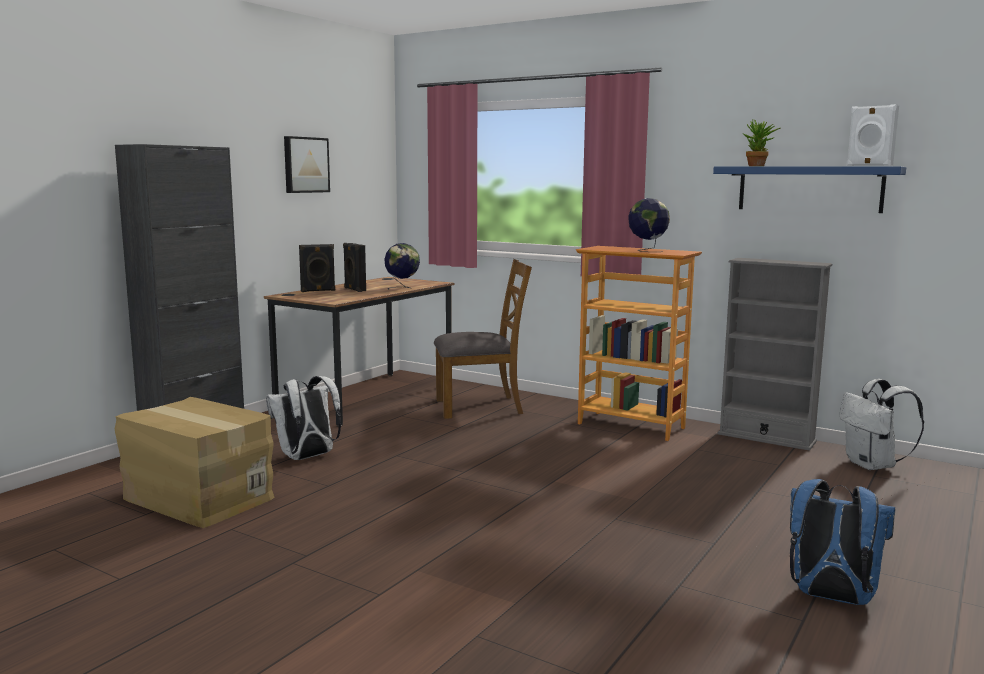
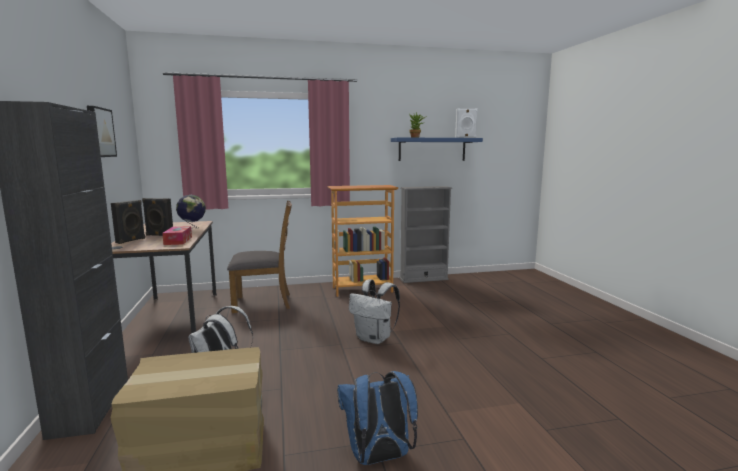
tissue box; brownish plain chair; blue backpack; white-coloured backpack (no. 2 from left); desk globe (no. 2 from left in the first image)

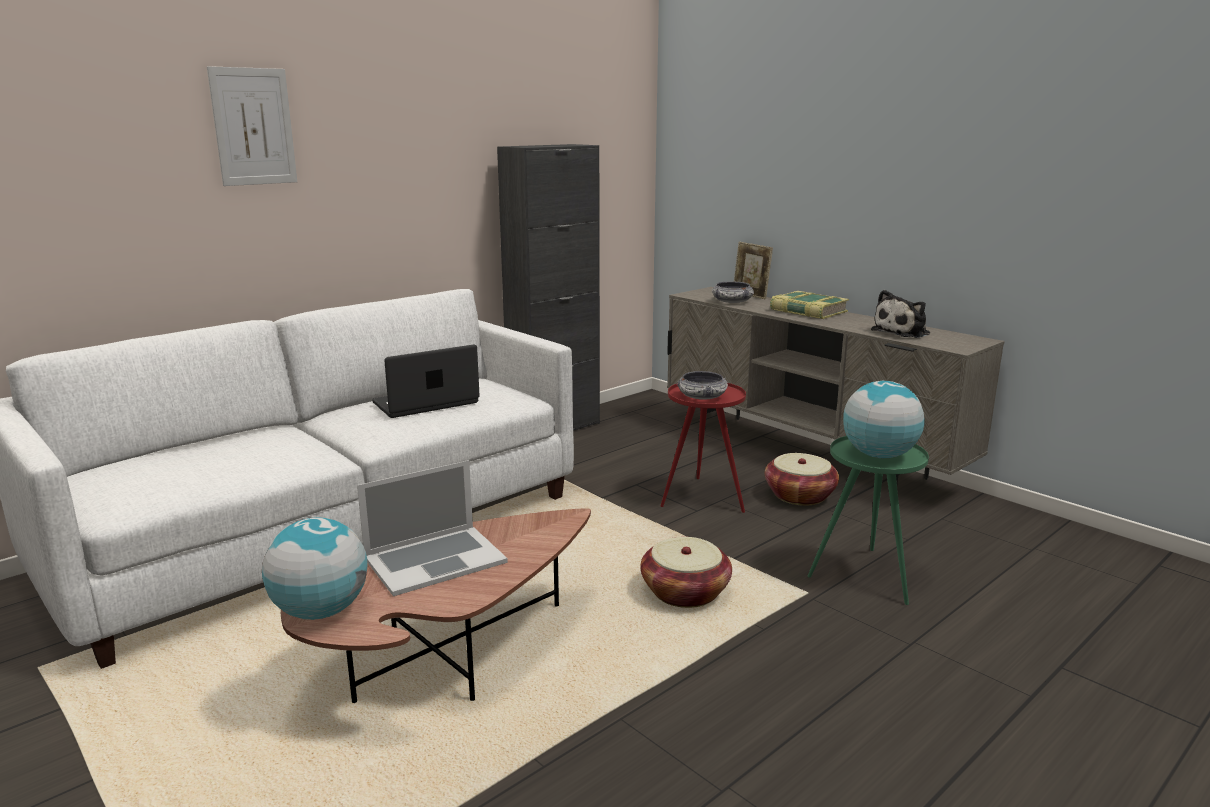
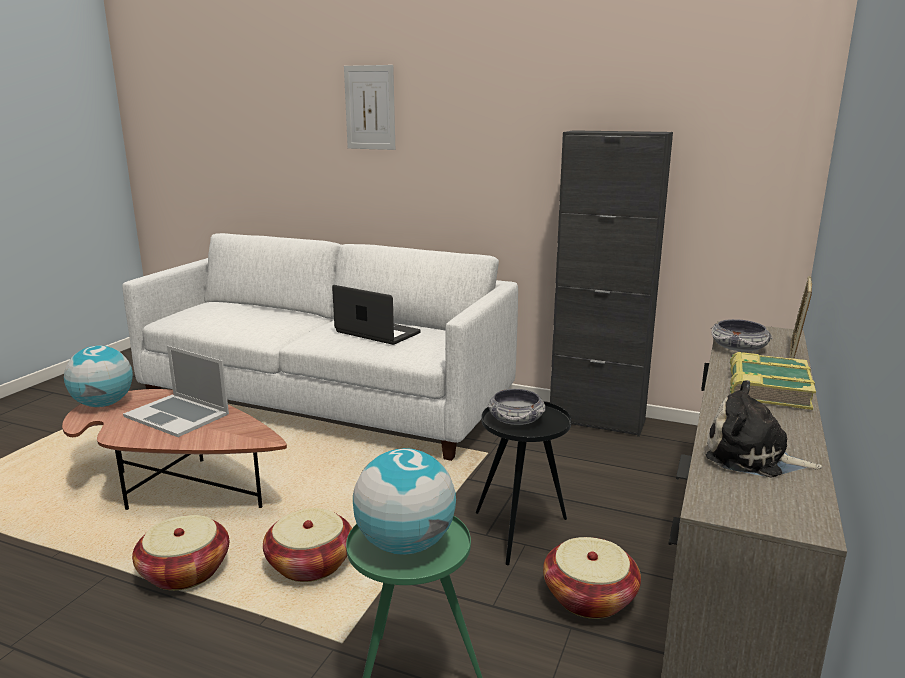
storage basket (no. 1 from left); black accent table

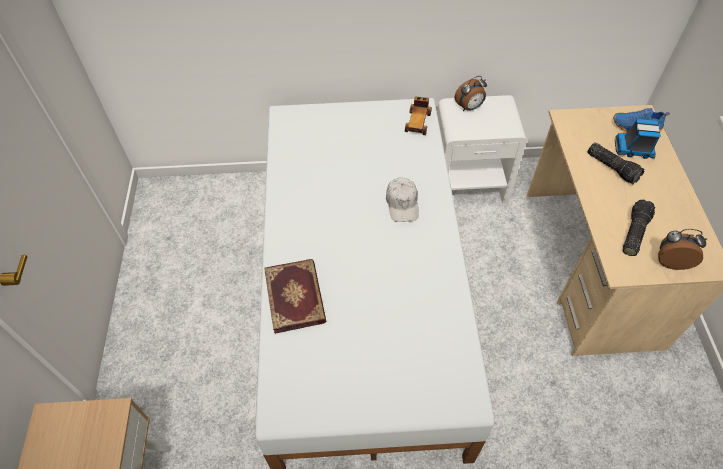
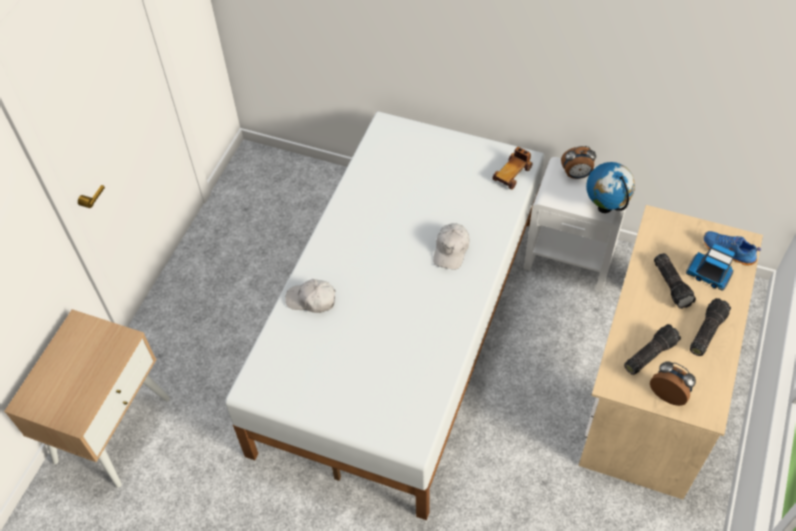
white-coloured baseball cap (no. 1 from left); desk globe; torch (no. 3 from left)

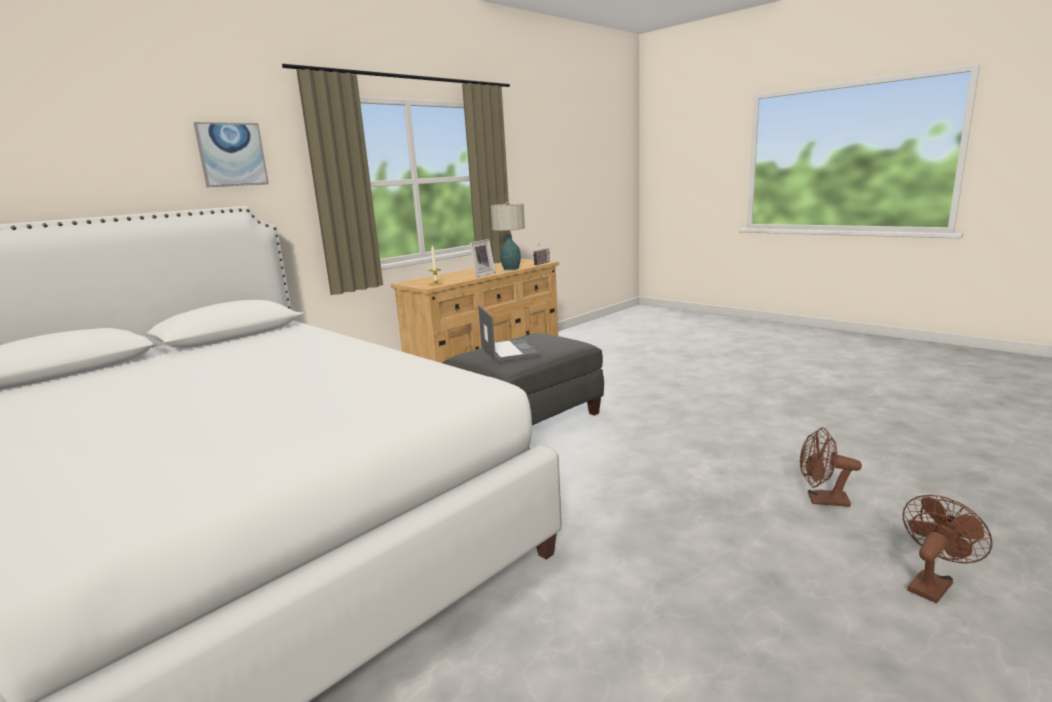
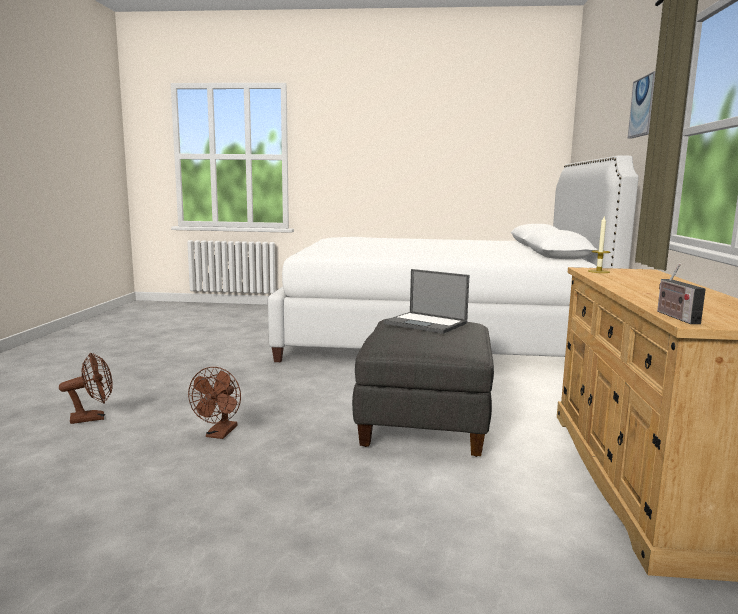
brownish cooling fan (no. 2 from left); picture frame; tabletop lamp

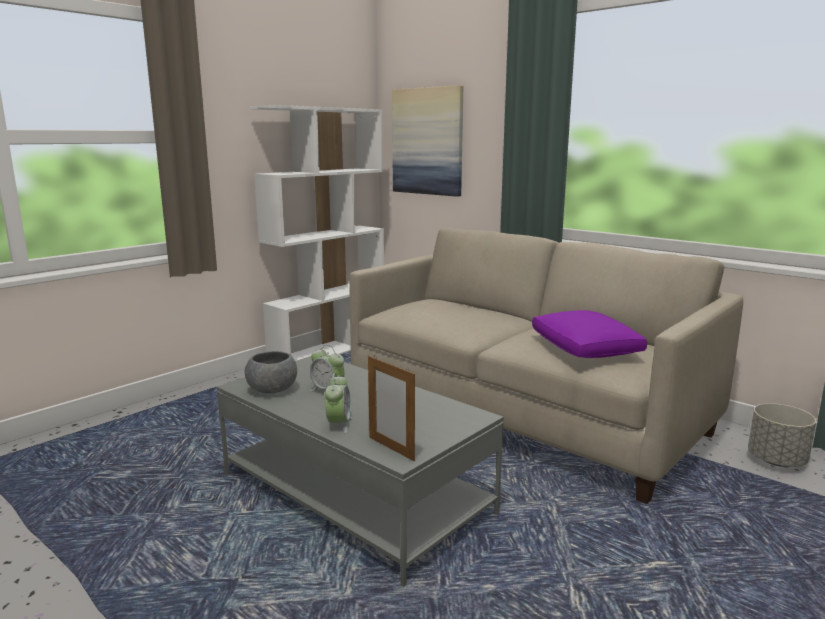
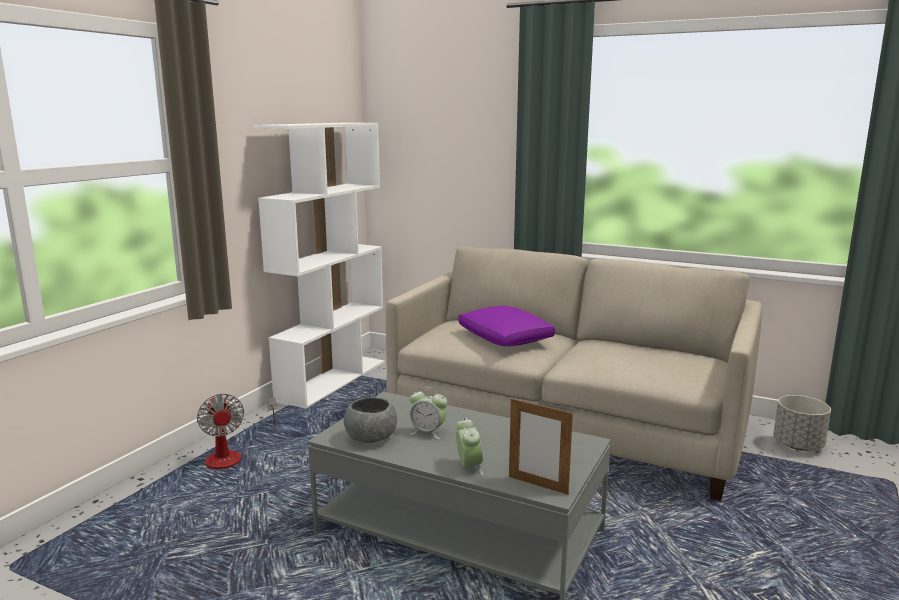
cooling fan; purple throw pillow; picture

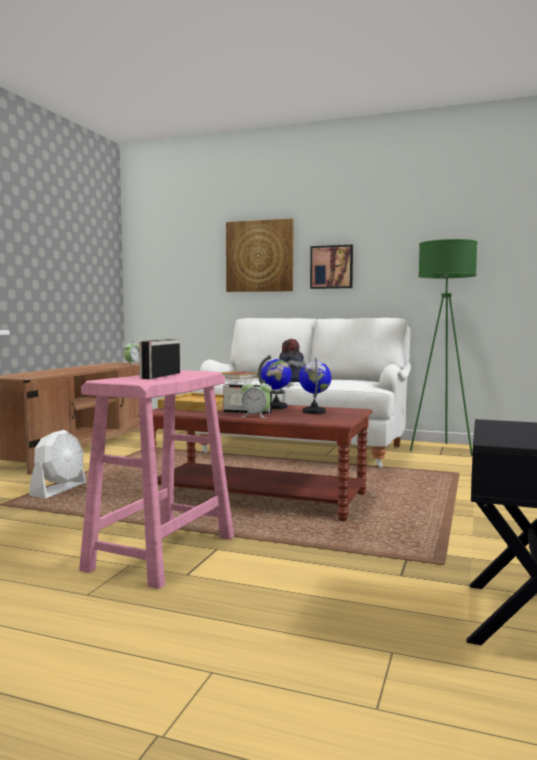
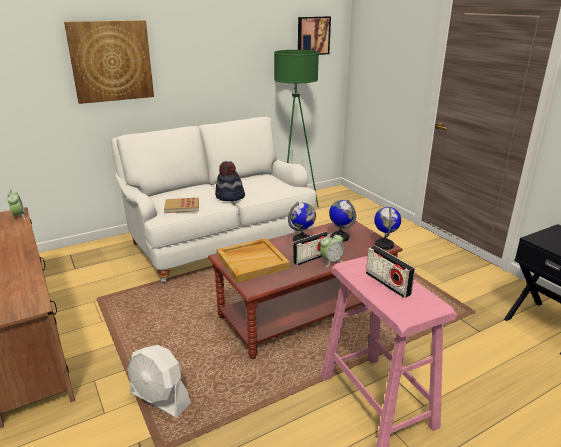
white-coloured cooling fan; picture (no. 2 from left); desk globe (no. 3 from left)

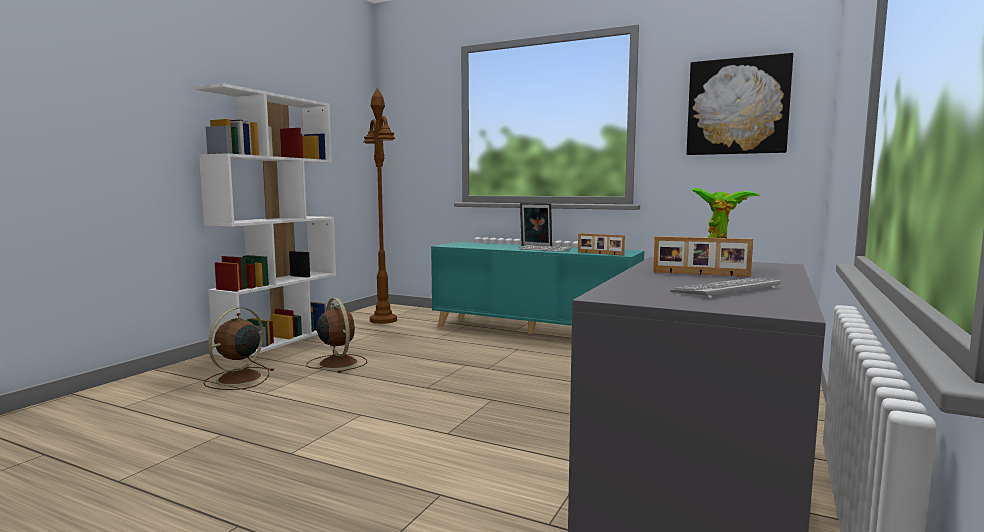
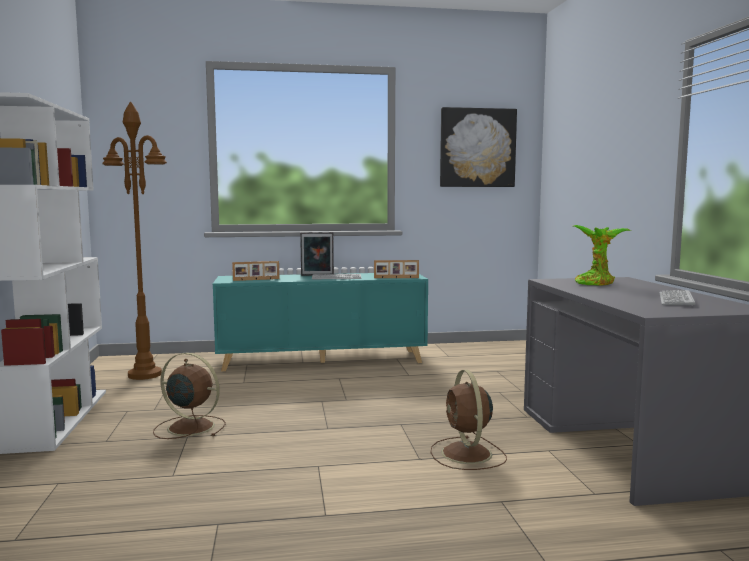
picture frame (no. 1 from left); brownish cooling fan (no. 2 from left)

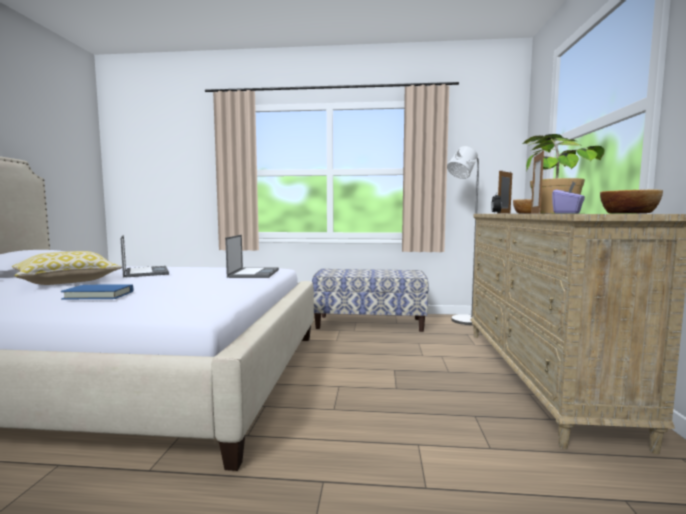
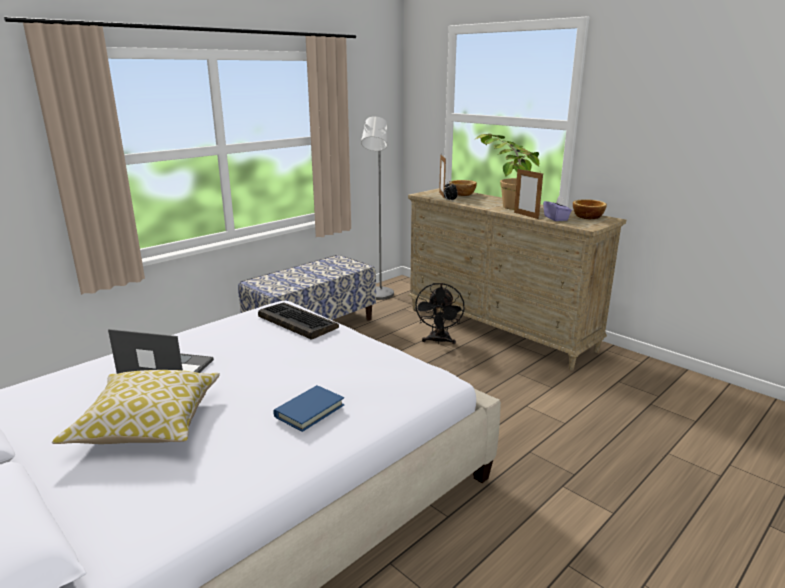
keyboard; black cooling fan

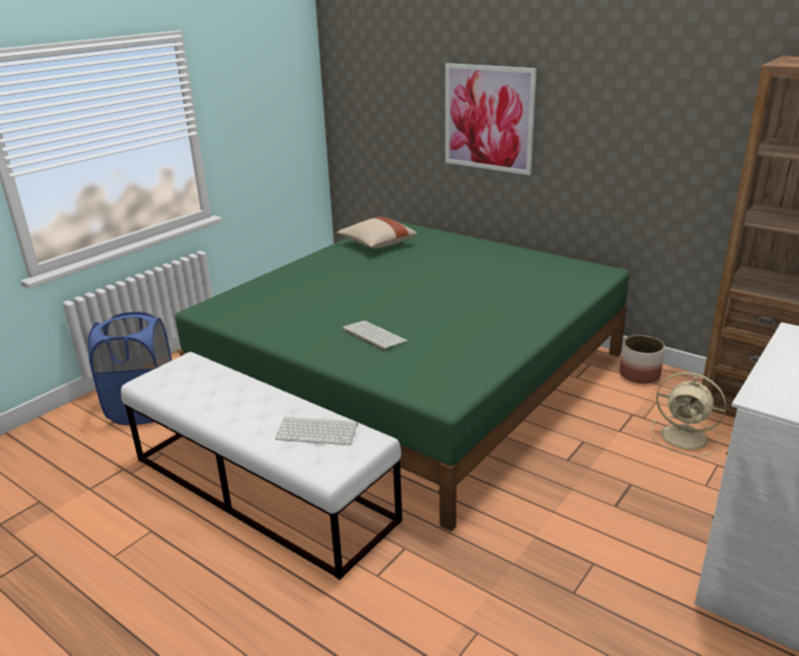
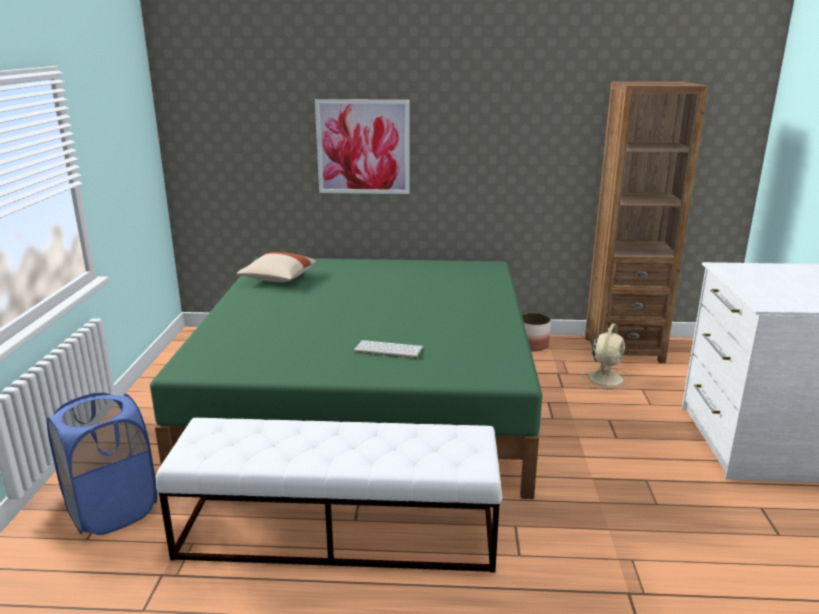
beige-coloured cooling fan; keyboard (no. 1 from left in the first image)

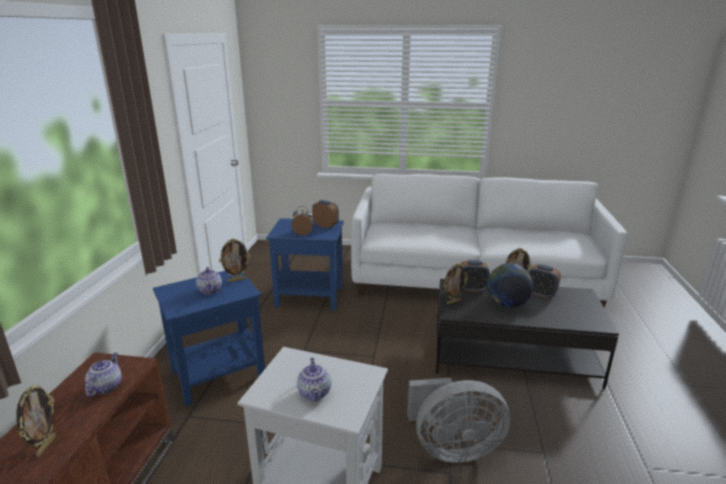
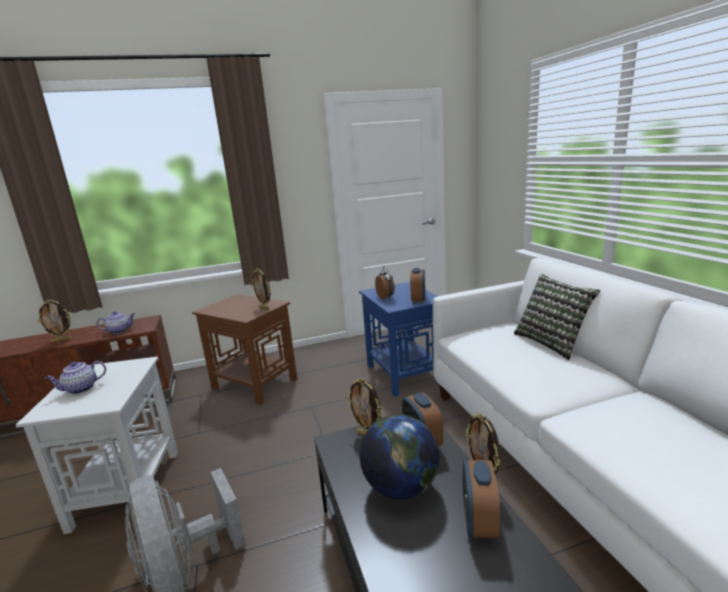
brownish accent table; throw pillow; pot for tea (no. 2 from left in the first image)

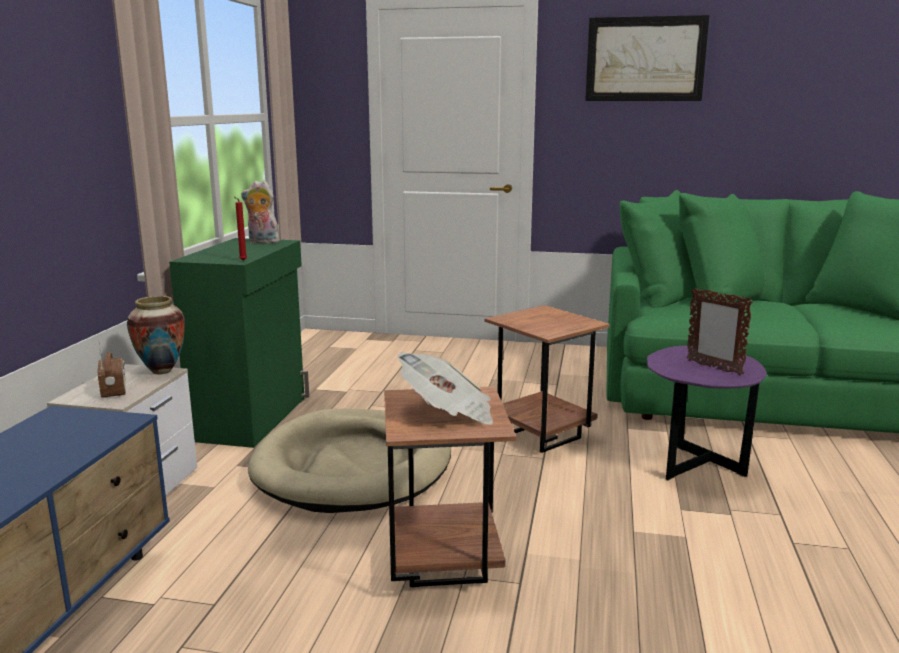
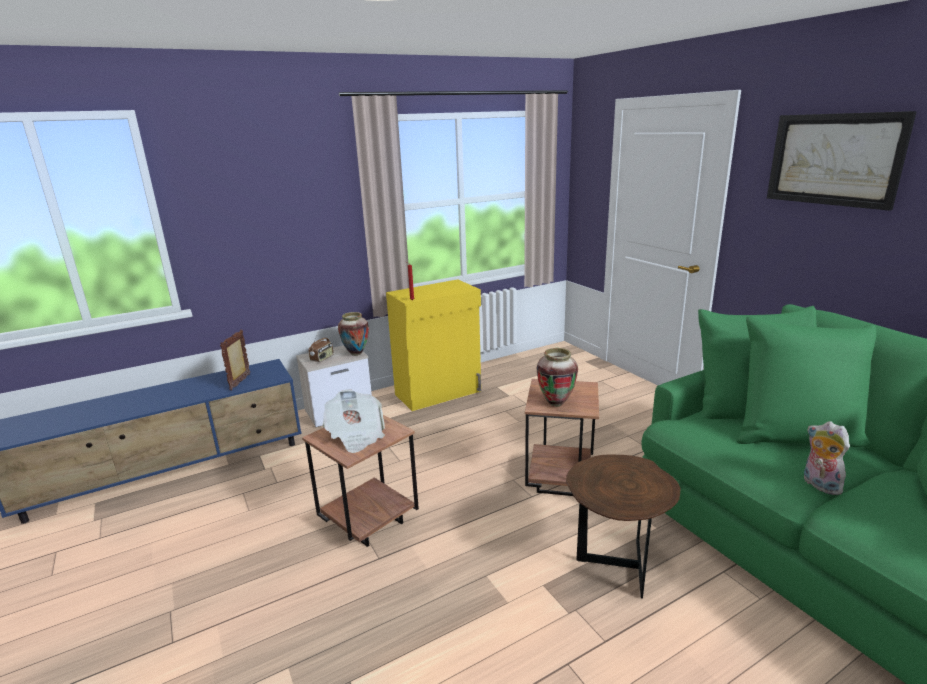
picture frame; yellowish cabinet; flower vase (no. 2 from left); brownish accent table (no. 3 from left); cuddly toy; beige-coloured pet bed

